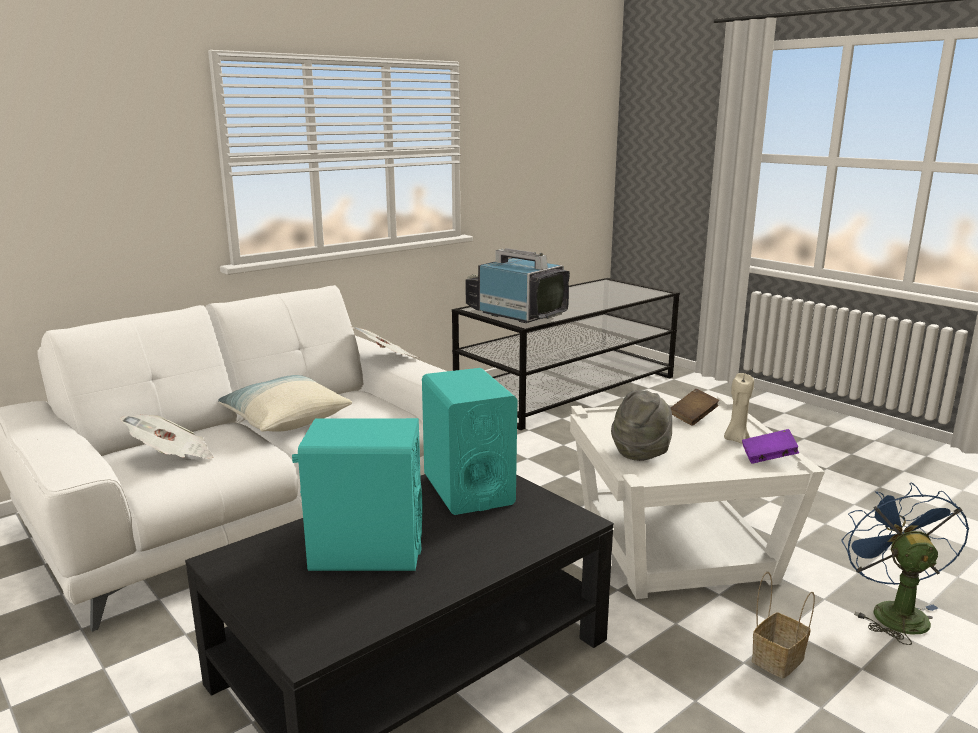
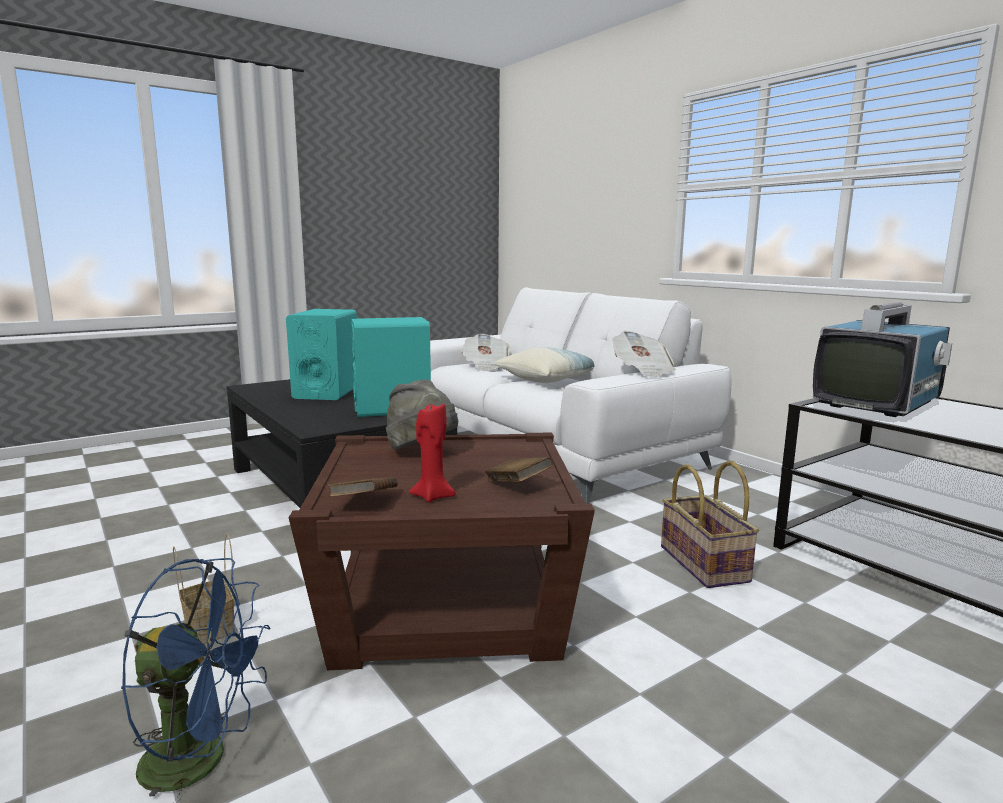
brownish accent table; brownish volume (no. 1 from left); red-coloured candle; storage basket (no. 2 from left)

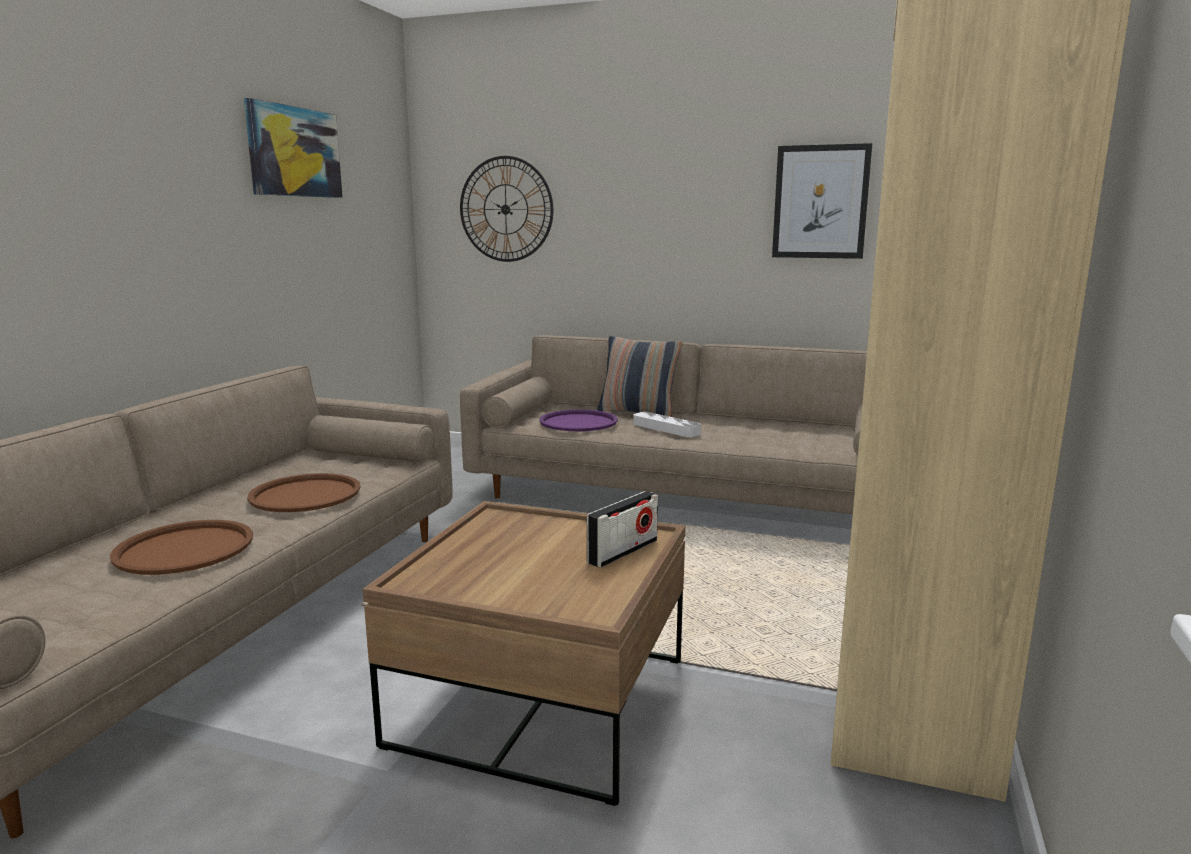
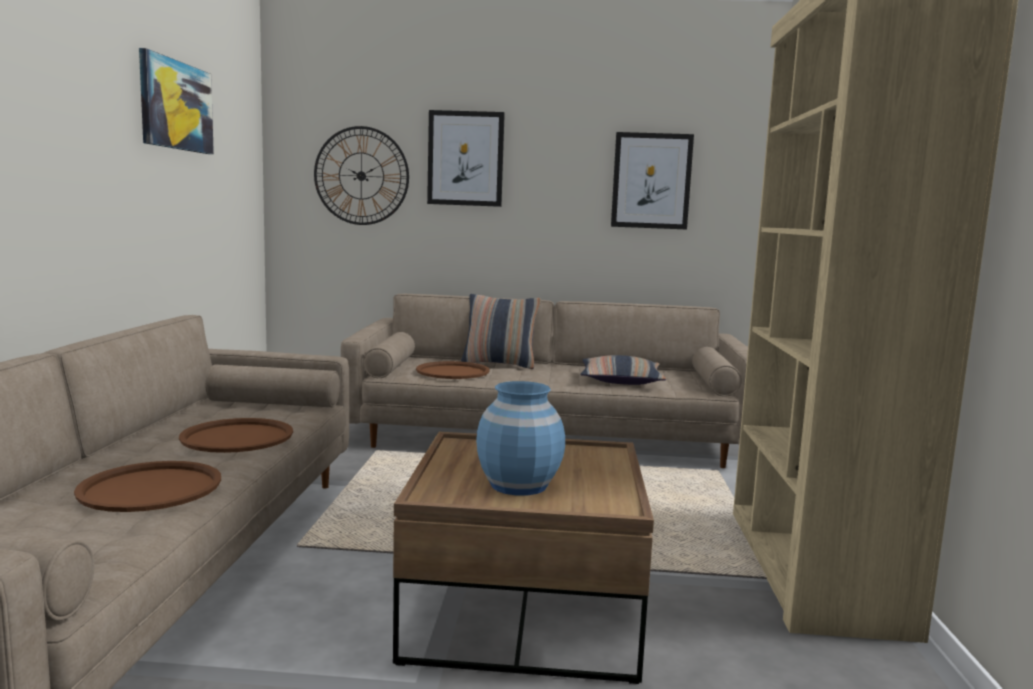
brownish serving tray (no. 3 from left); picture (no. 2 from left); blue flower vase; throw pillow (no. 2 from left); radio receiver; white-coloured serving tray

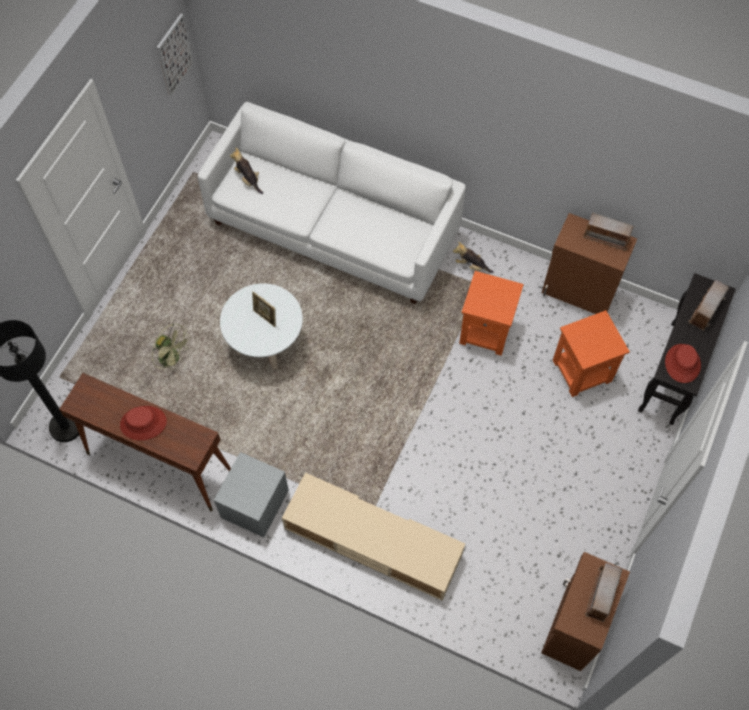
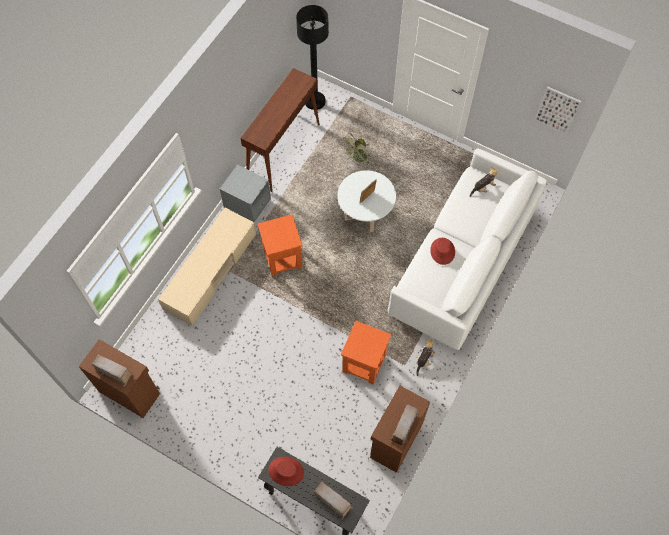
orange-coloured accent table (no. 1 from left); red-coloured hat (no. 2 from left)

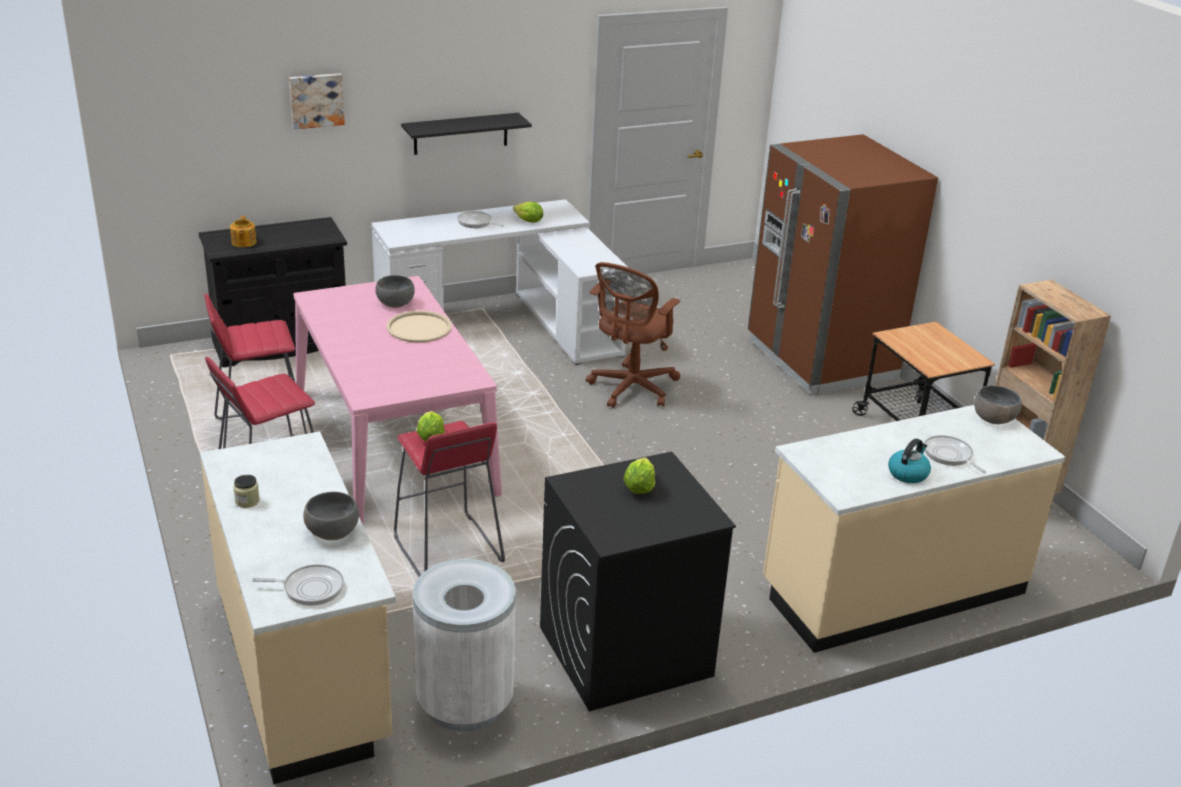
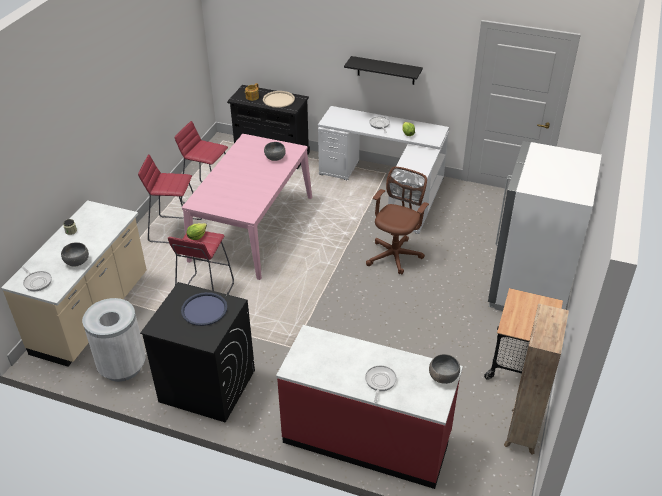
blue serving tray; beige-coloured serving tray; red-coloured kitchen base unit; brownish computer chair; white-coloured refrigerator; picture; tea kettle

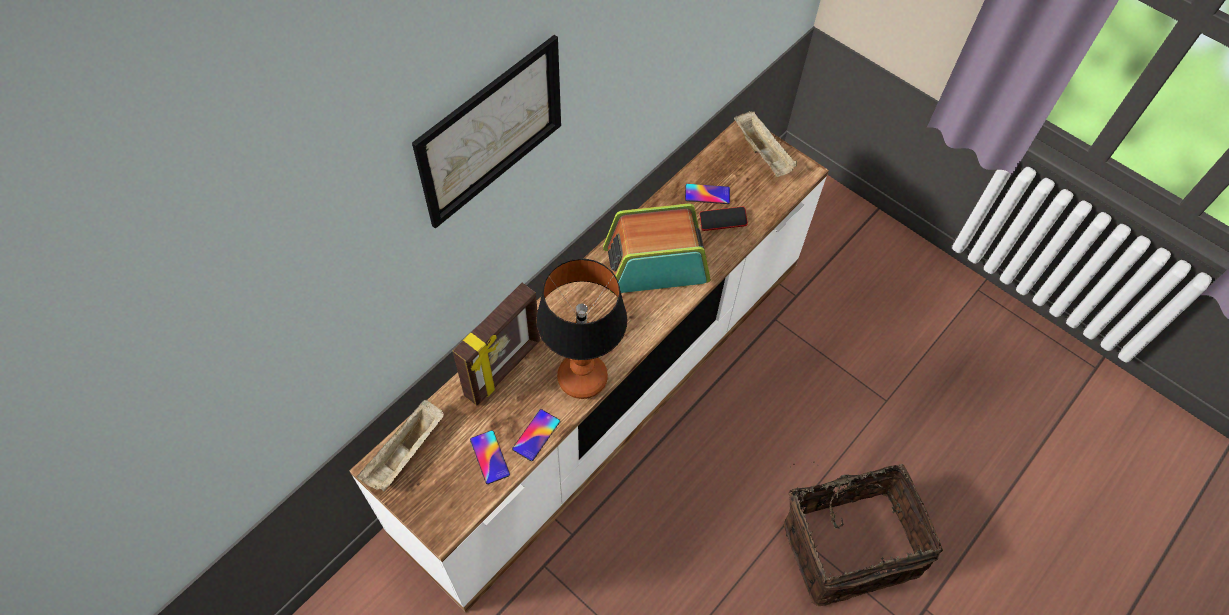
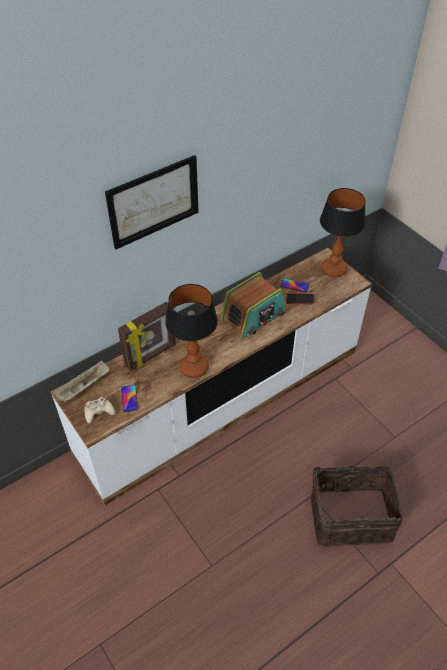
beige-coloured gamepad; radio receiver; tabletop lamp (no. 2 from left); telephone (no. 2 from left in the first image)

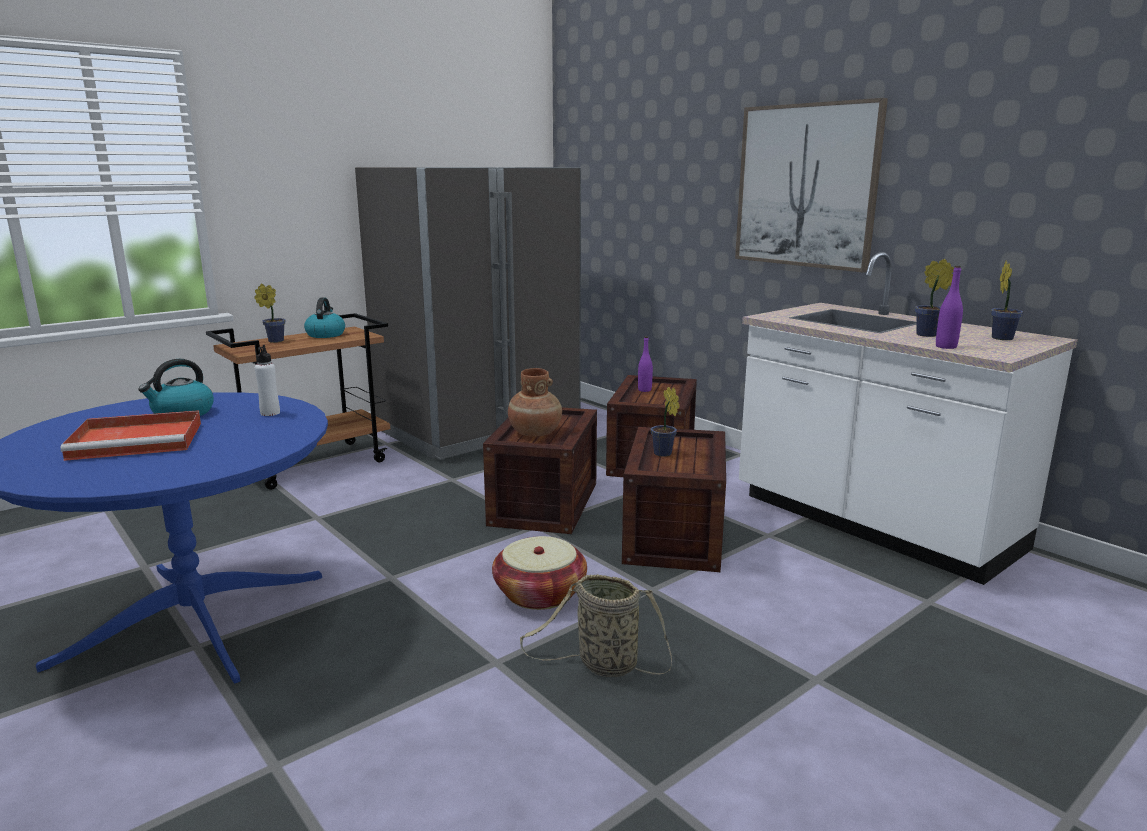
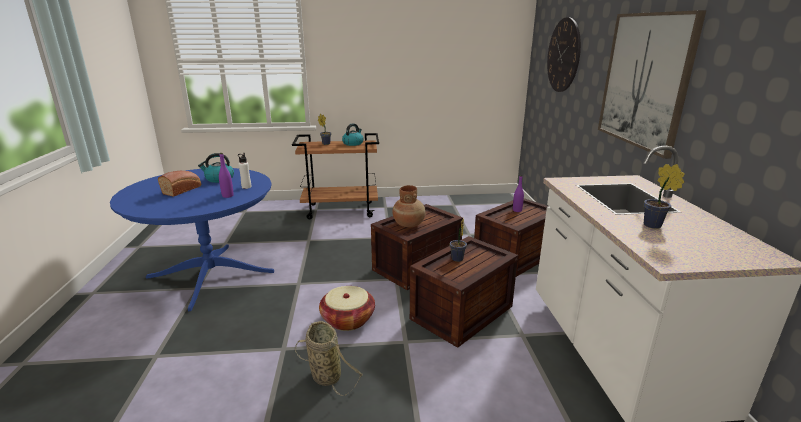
bakery bread; purple beverage bottle (no. 1 from left); clock on the wall; gray refrigerator; houseplant (no. 4 from left in the first image)

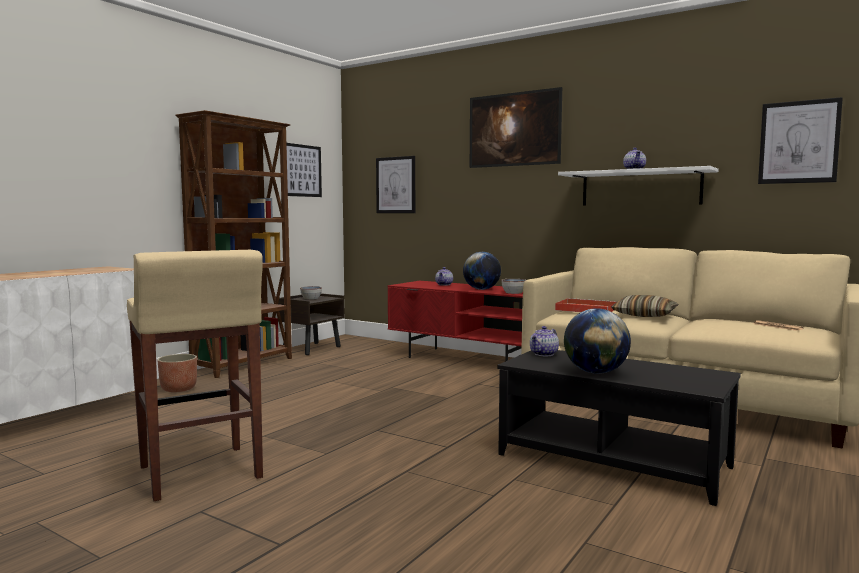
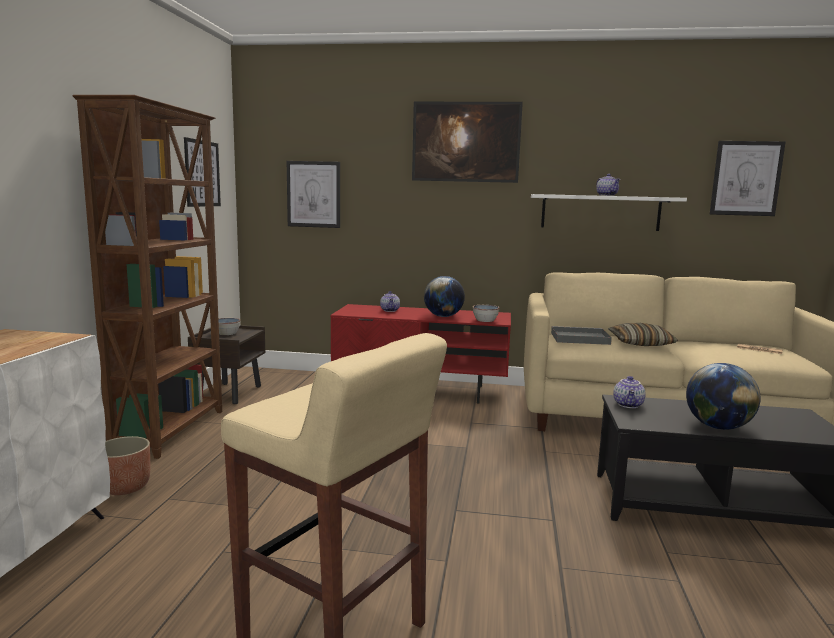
gray serving tray

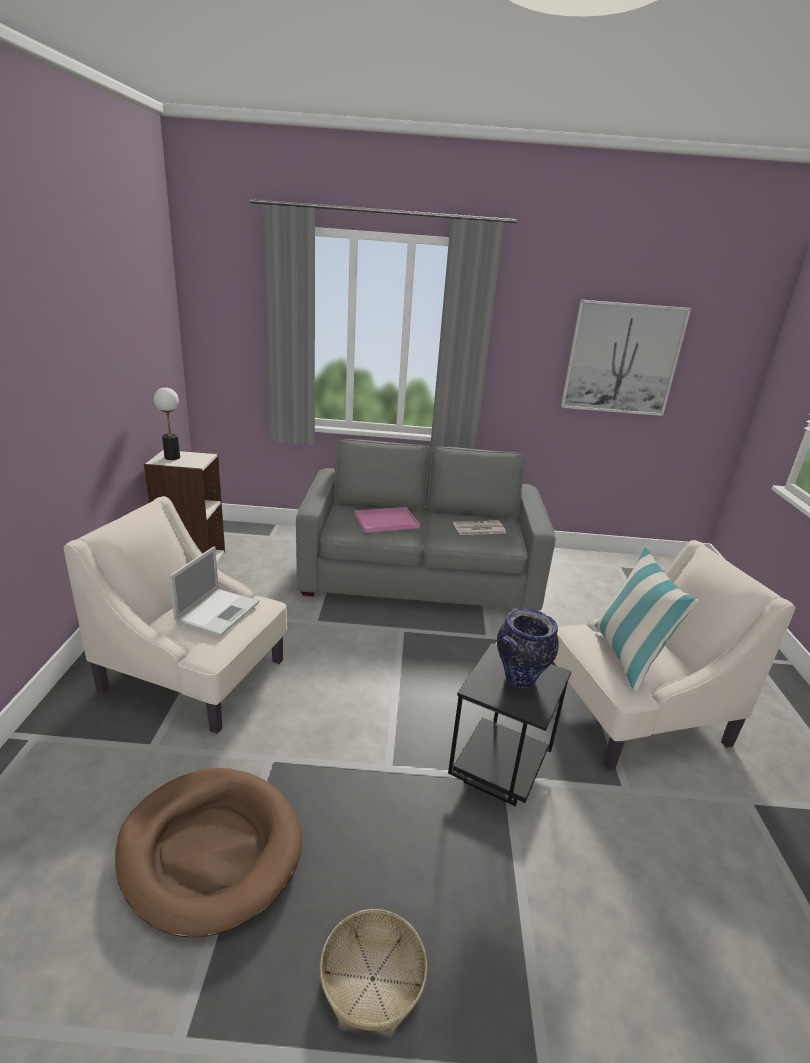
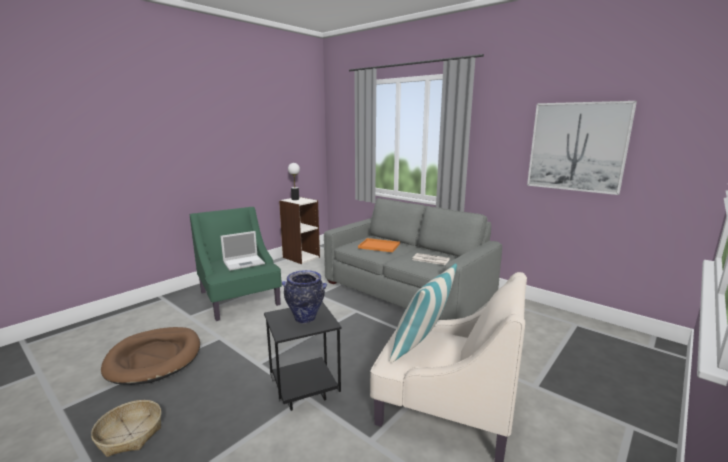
green-coloured armchair; orange-coloured serving tray

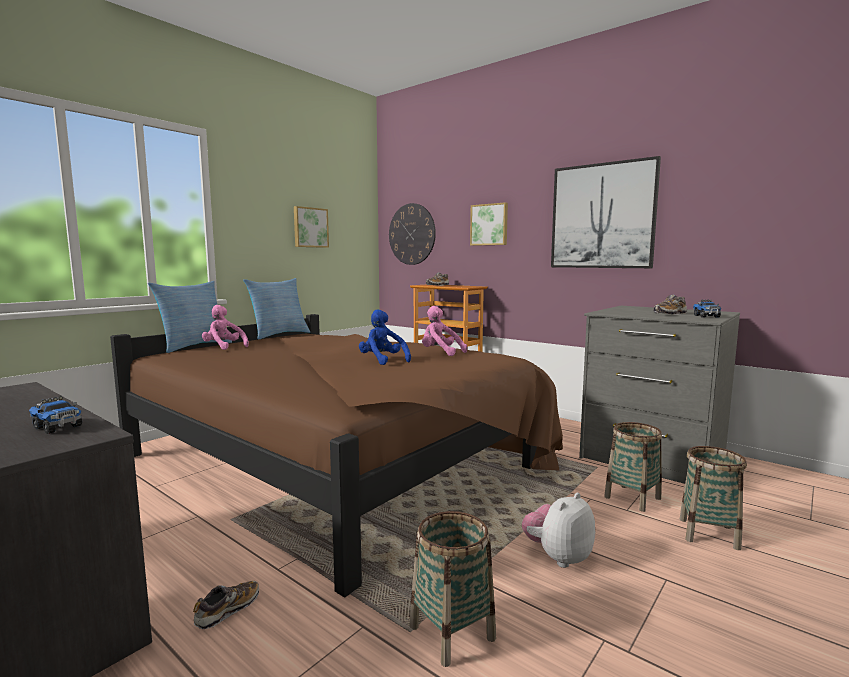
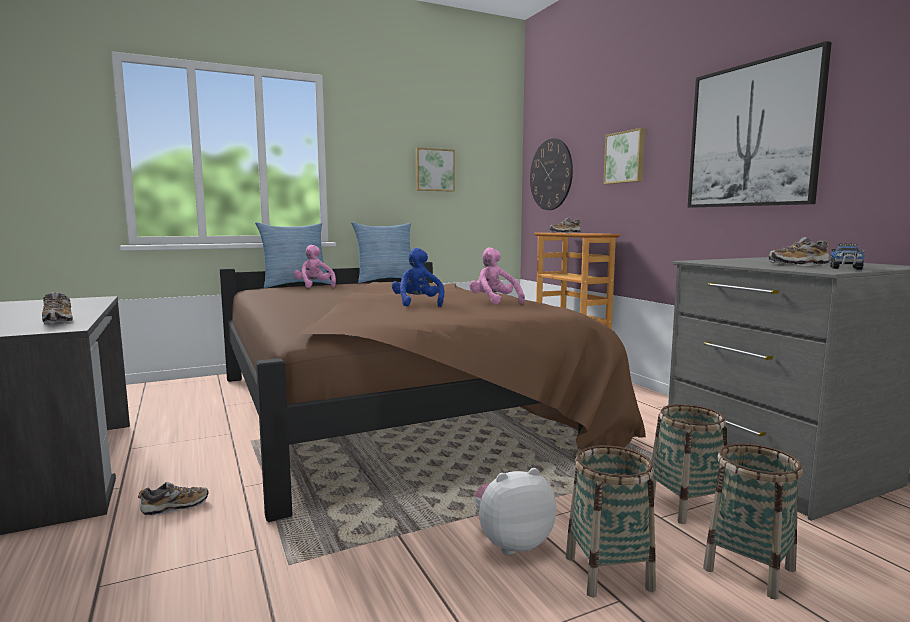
shoe (no. 1 from left); storage basket (no. 1 from left)

